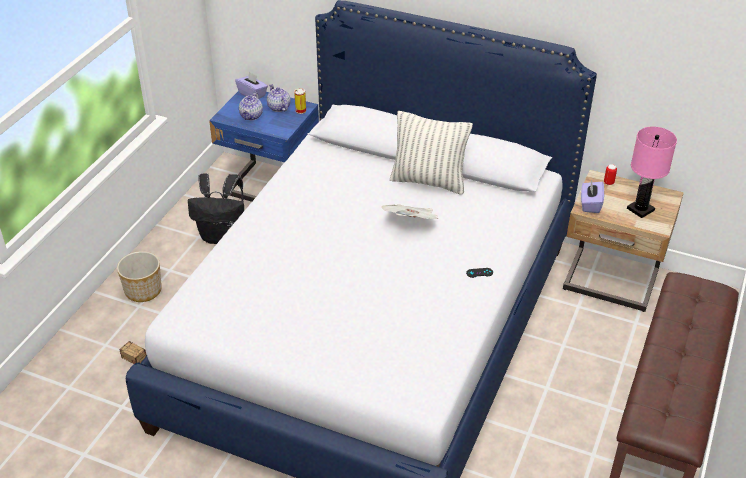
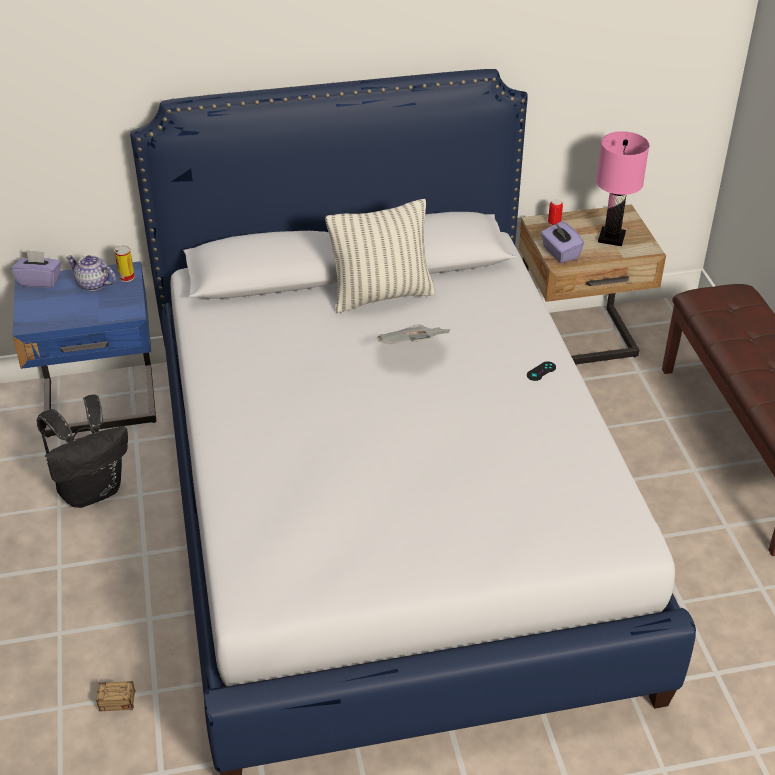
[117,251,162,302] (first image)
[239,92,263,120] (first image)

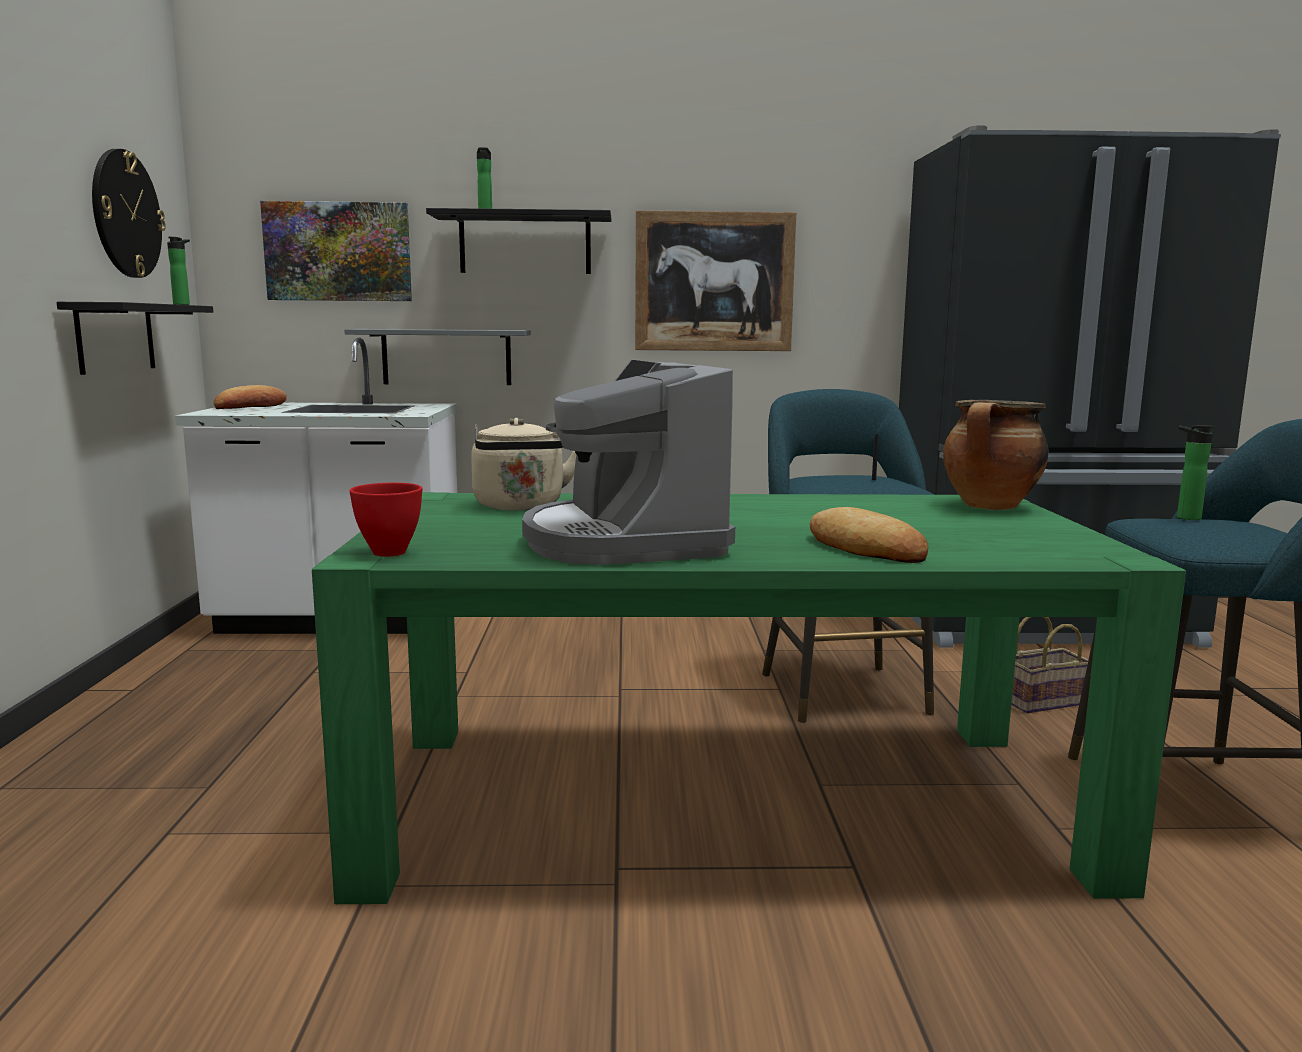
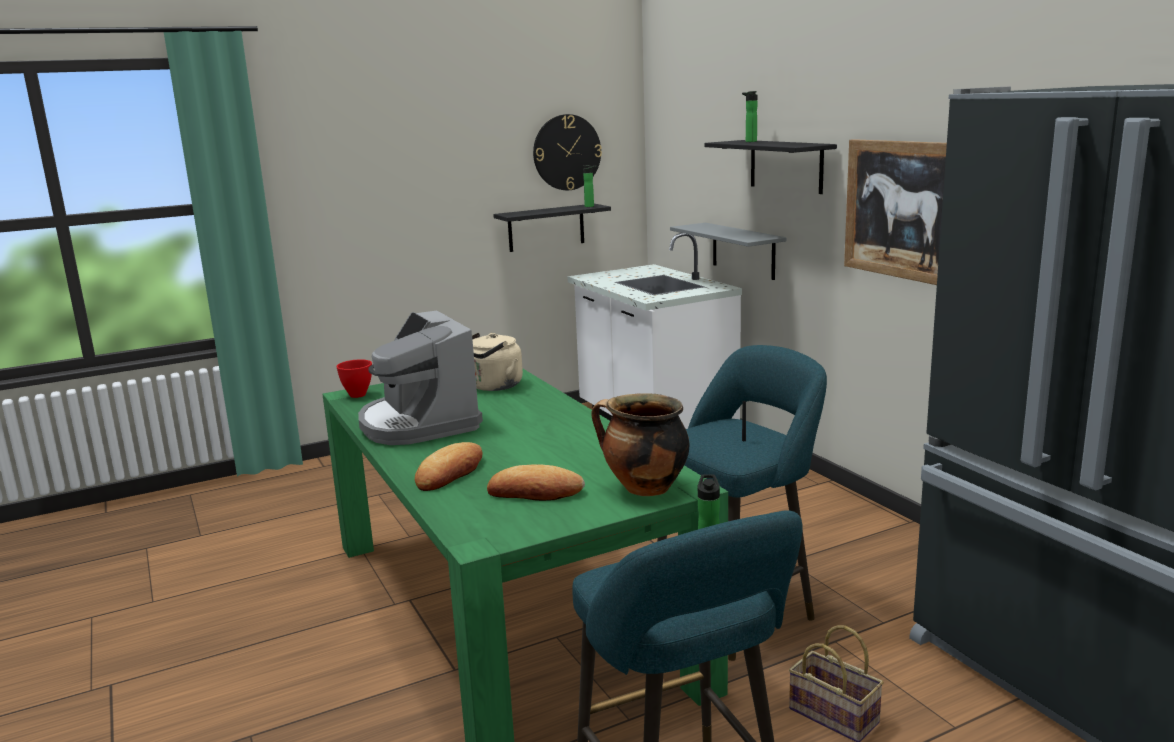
[358,310,483,445]
[487,464,585,501]
[260,201,412,301] (first image)

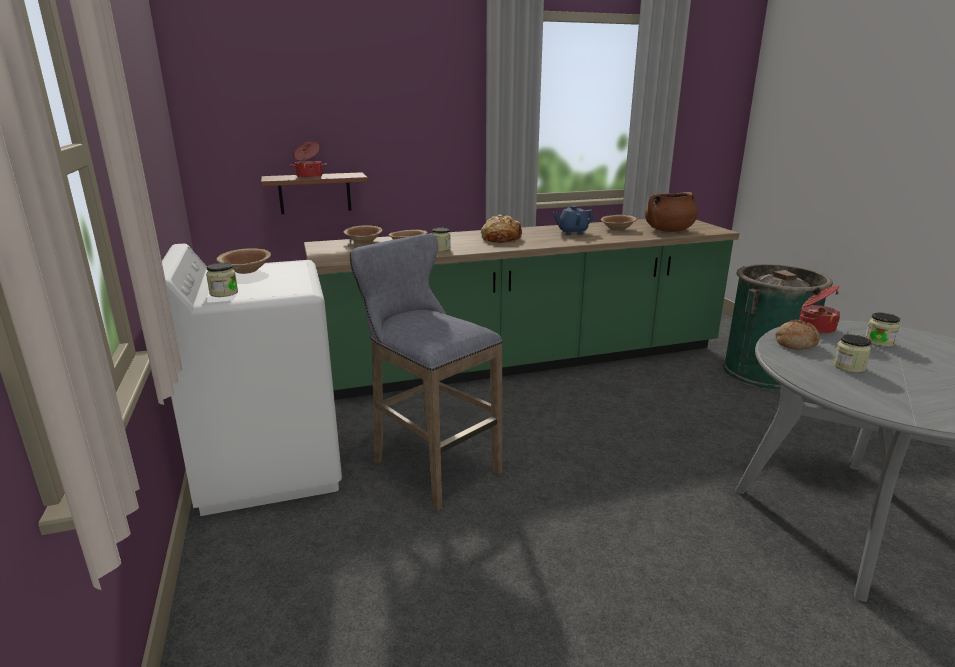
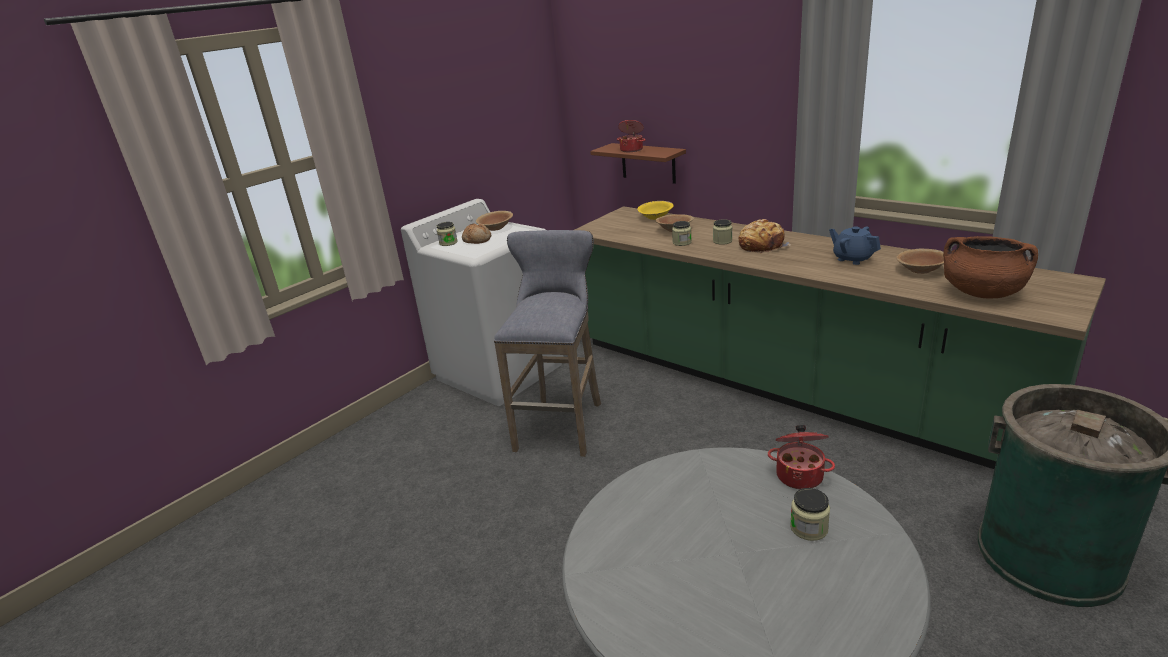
[462,223,491,244]
[637,201,674,220]
[713,219,732,245]

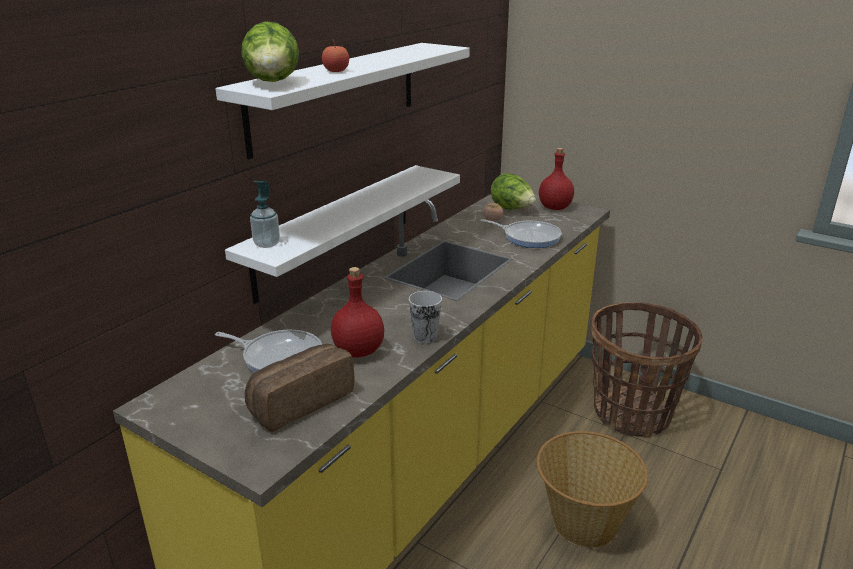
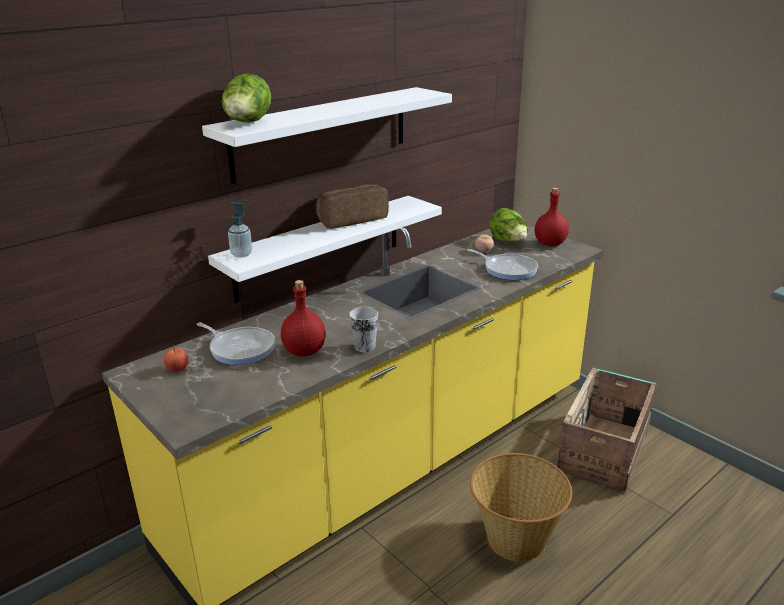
[164,345,188,372]
[316,184,389,229]
[558,367,657,492]

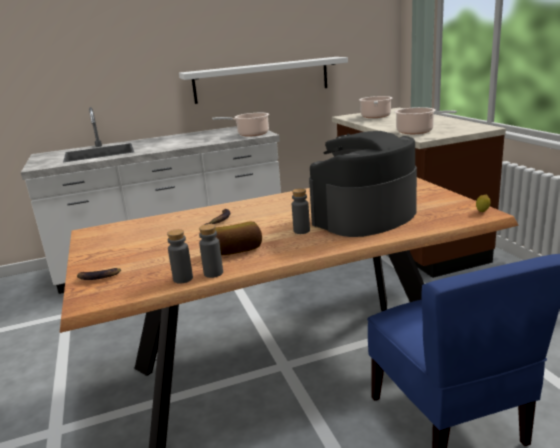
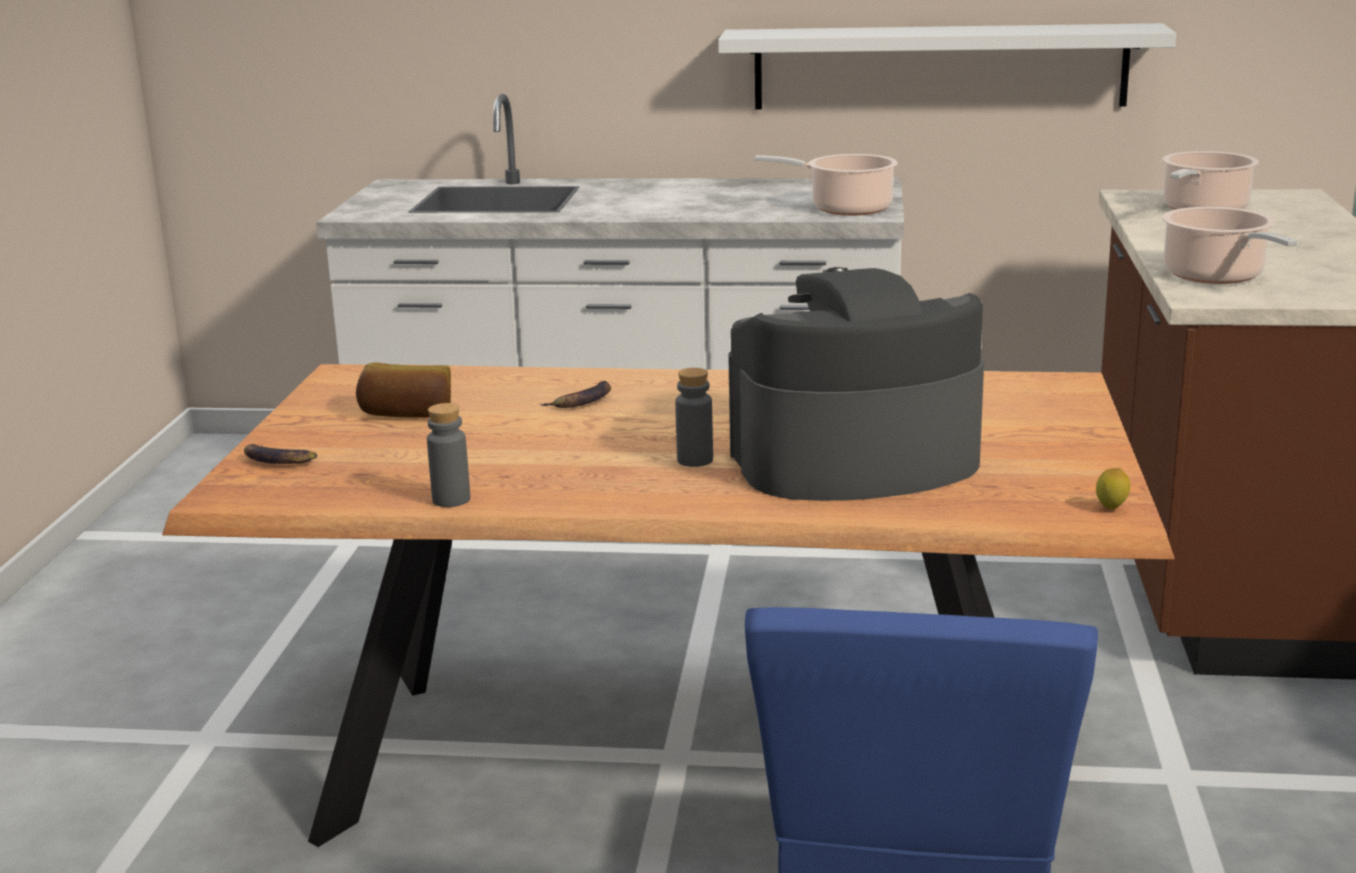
[356,363,451,418]
[167,229,193,284] (first image)

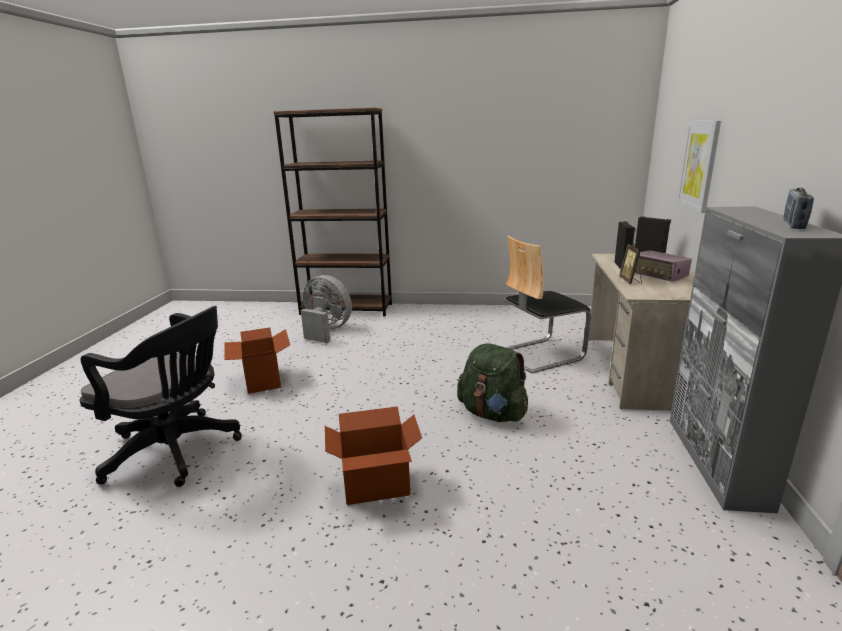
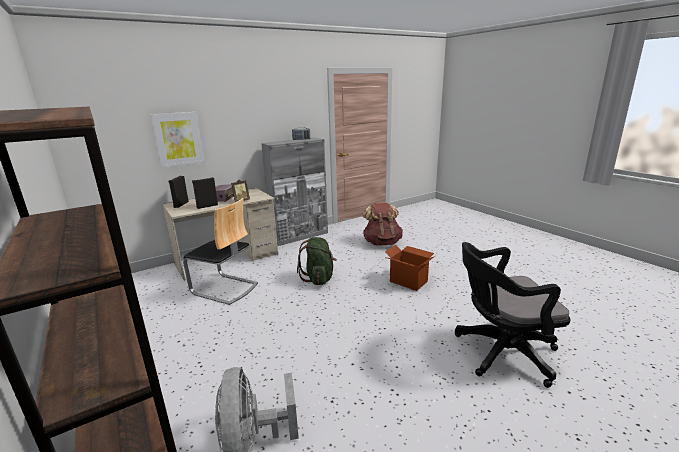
[363,203,403,246]
[455,242,571,388]
[224,327,290,394] (first image)

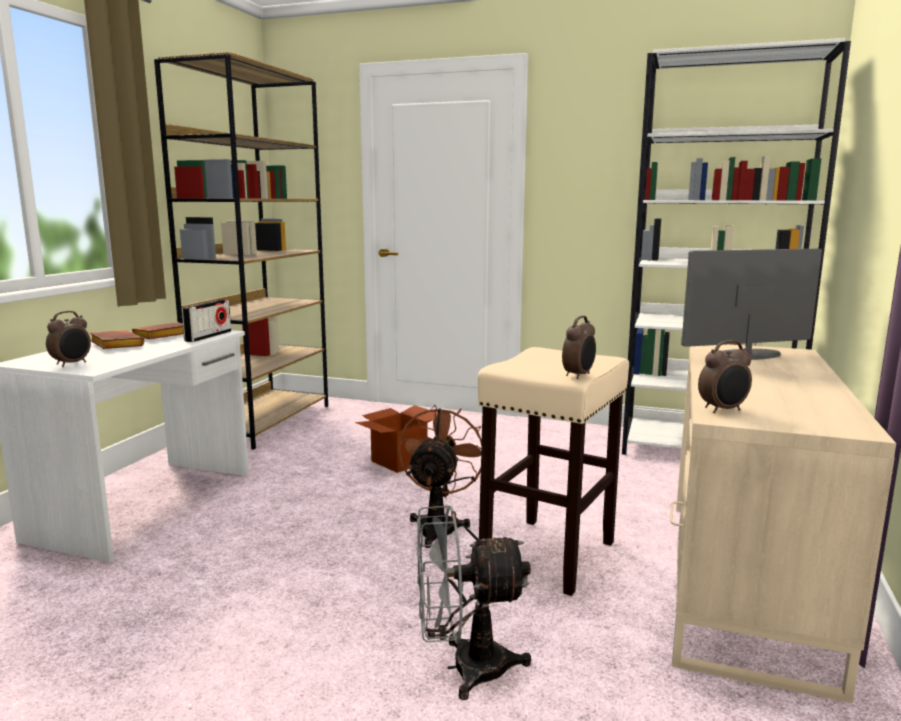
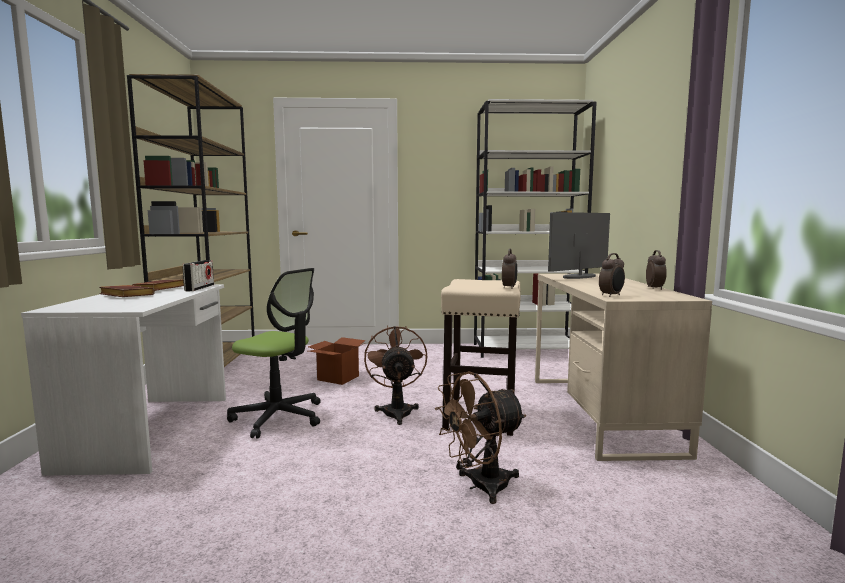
[227,268,321,438]
[435,371,526,504]
[646,250,667,290]

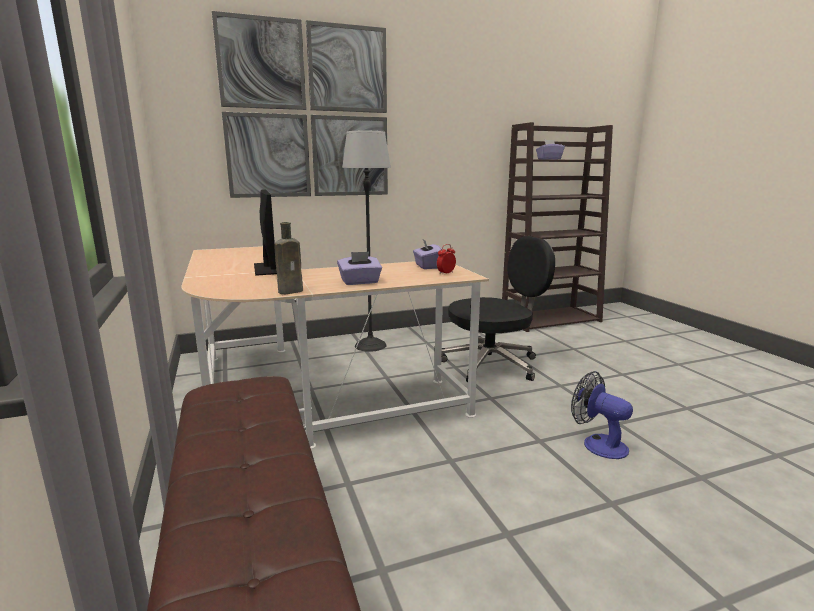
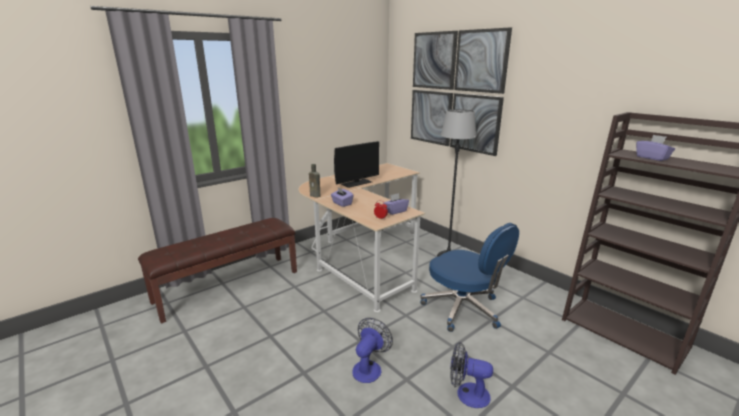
[420,223,519,332]
[450,342,493,408]

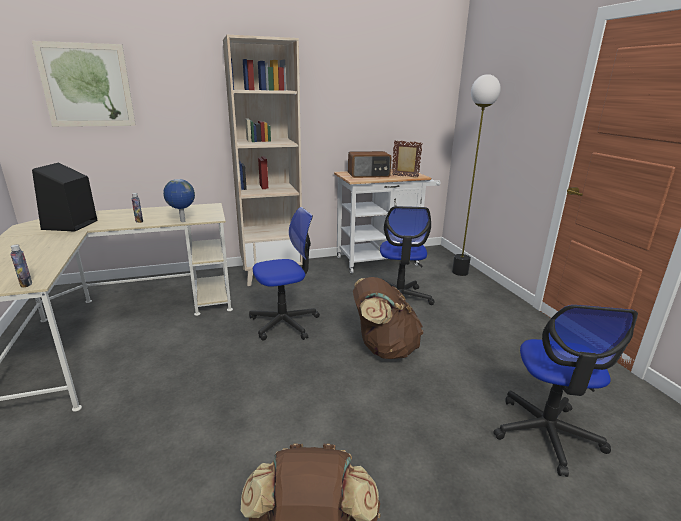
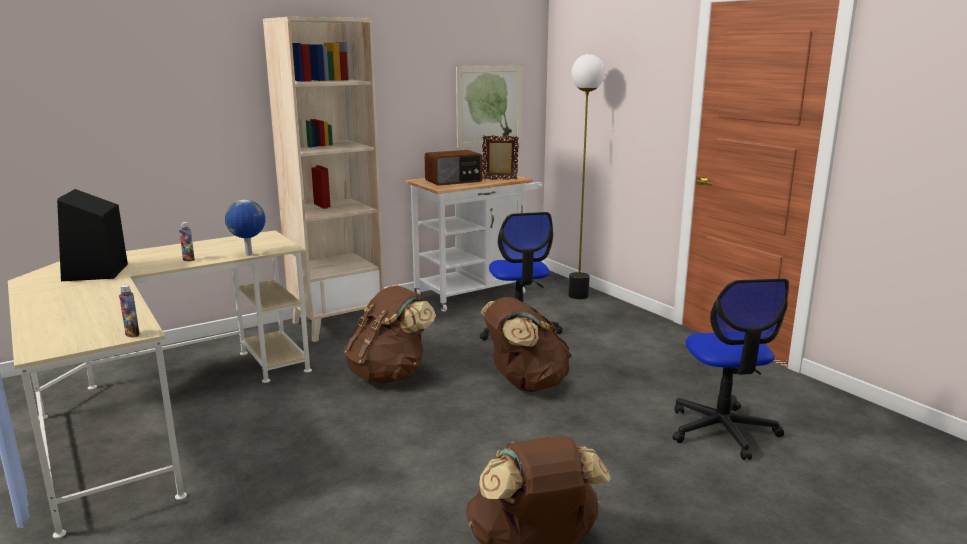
[344,285,436,383]
[456,66,523,149]

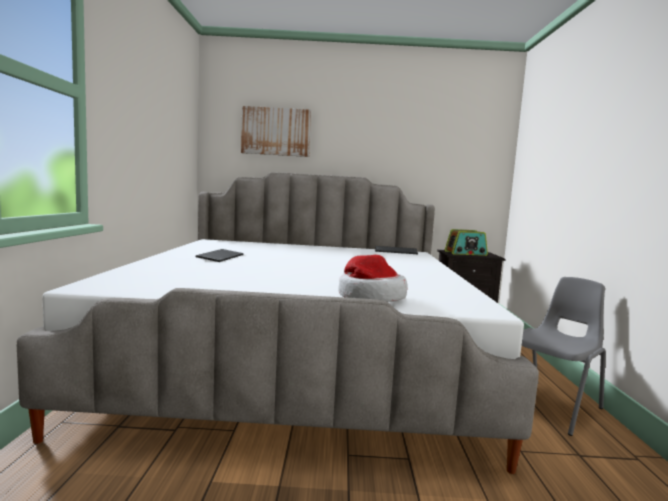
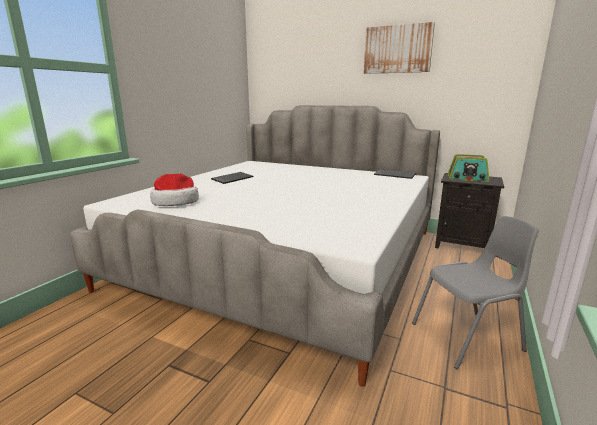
[150,173,199,206]
[364,22,435,74]

